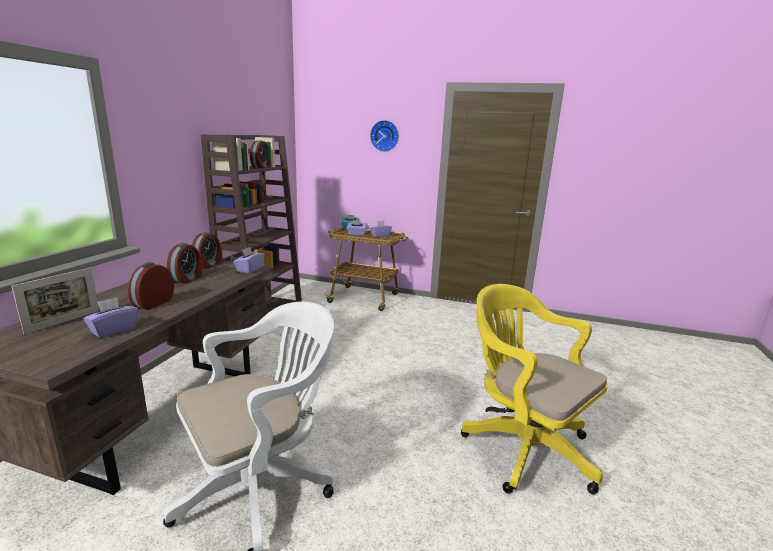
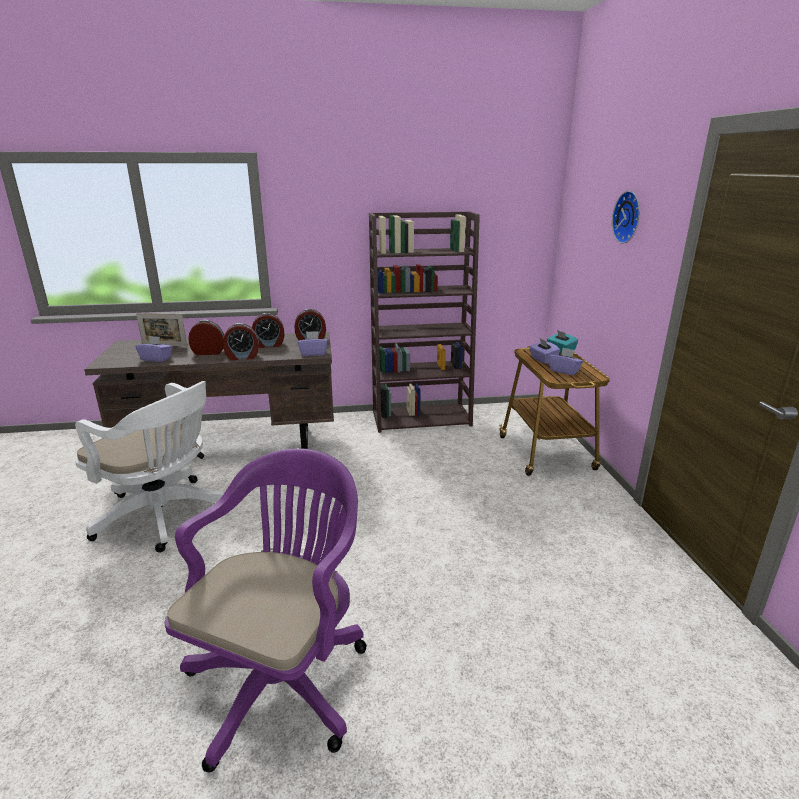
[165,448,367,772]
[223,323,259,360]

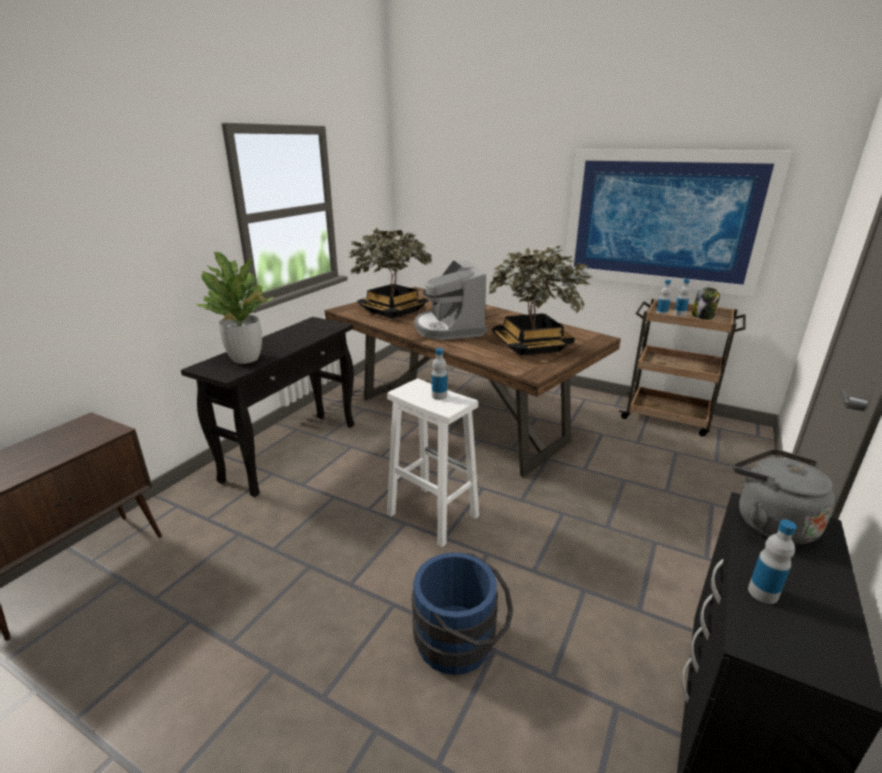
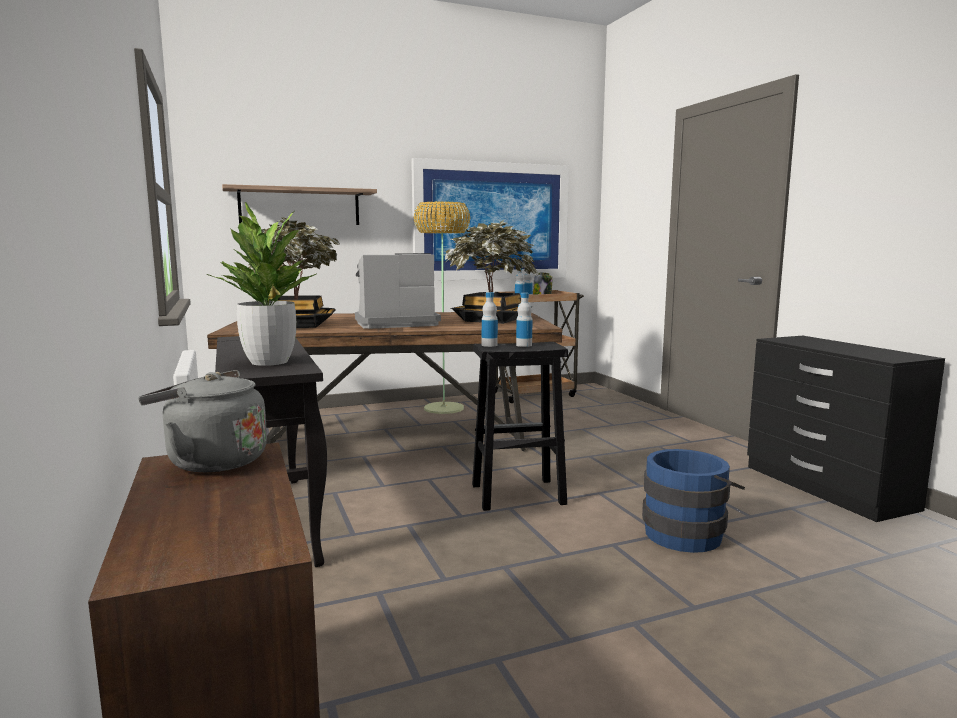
[139,370,267,472]
[222,184,377,225]
[355,253,441,329]
[413,201,470,414]
[472,342,568,511]
[482,292,498,347]

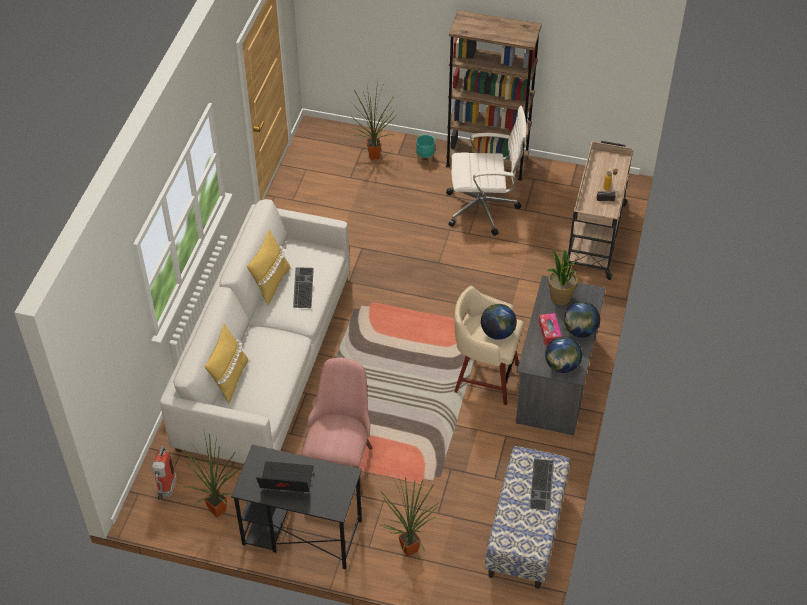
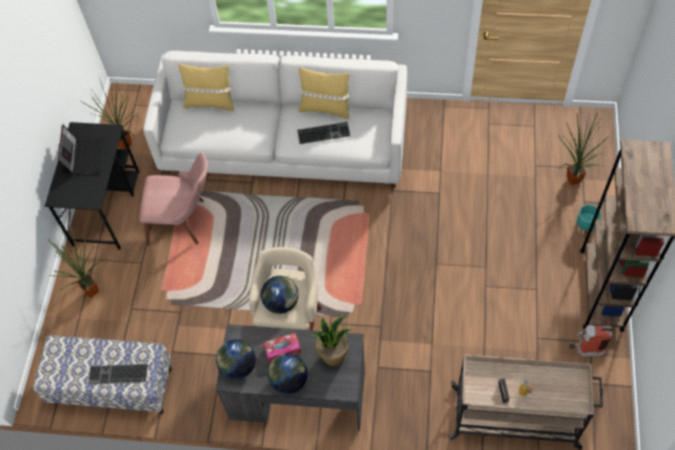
[569,325,613,356]
[446,106,527,236] (first image)

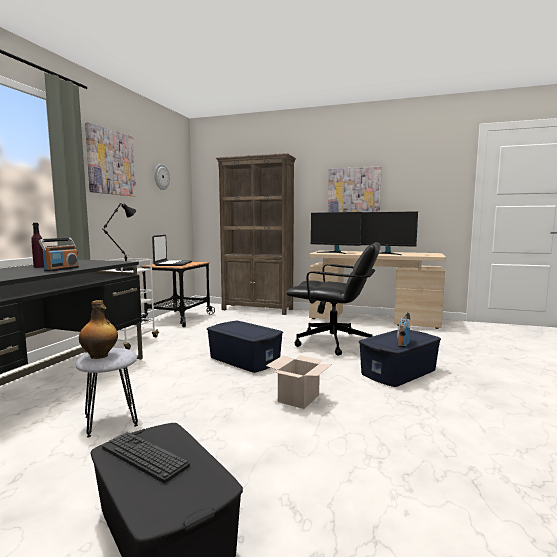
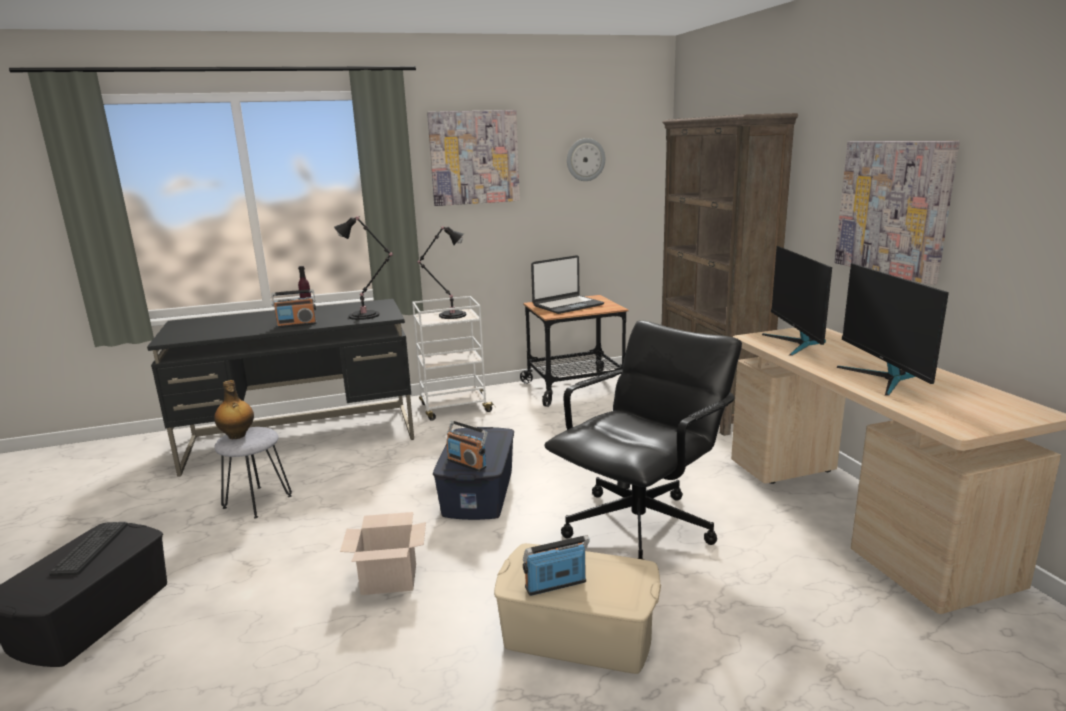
[334,216,393,320]
[446,421,488,472]
[494,543,661,674]
[544,320,742,560]

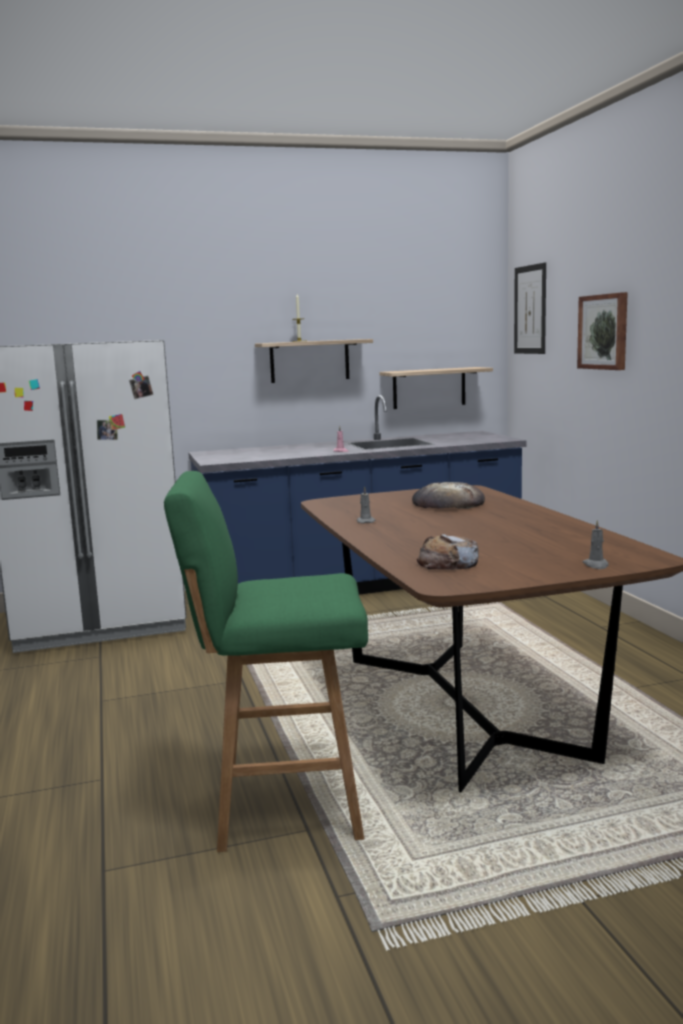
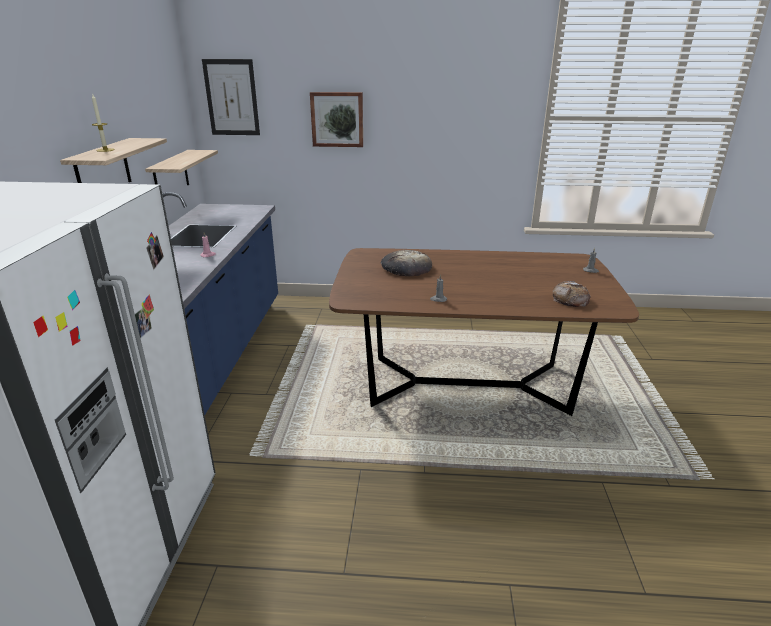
[164,471,368,852] (first image)

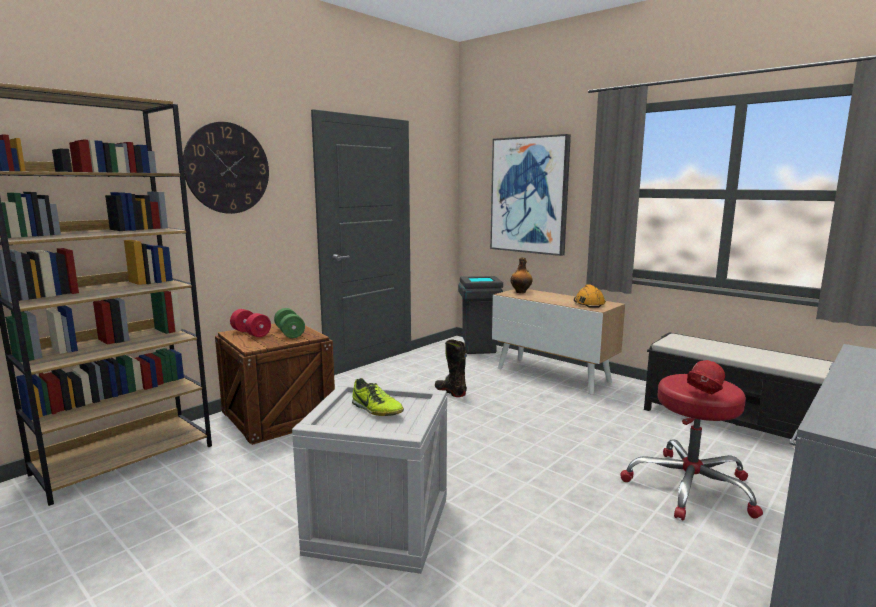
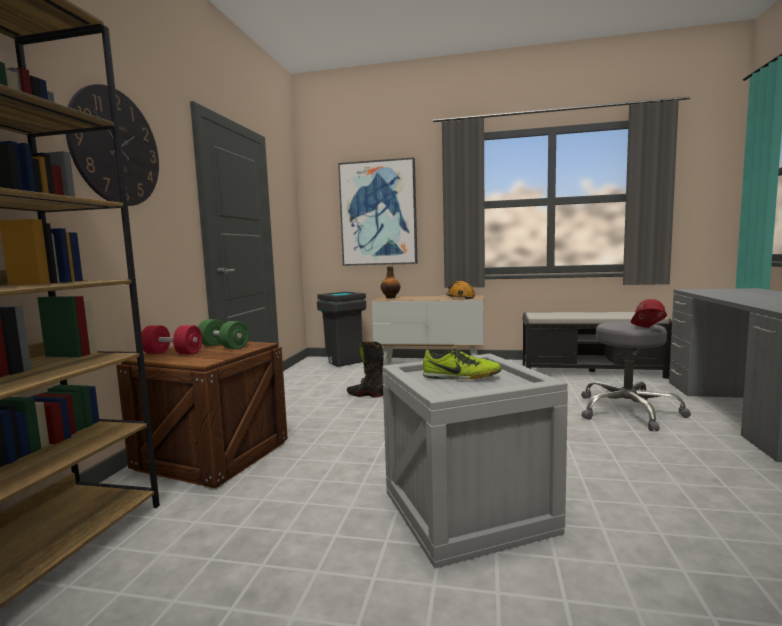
[581,321,691,431]

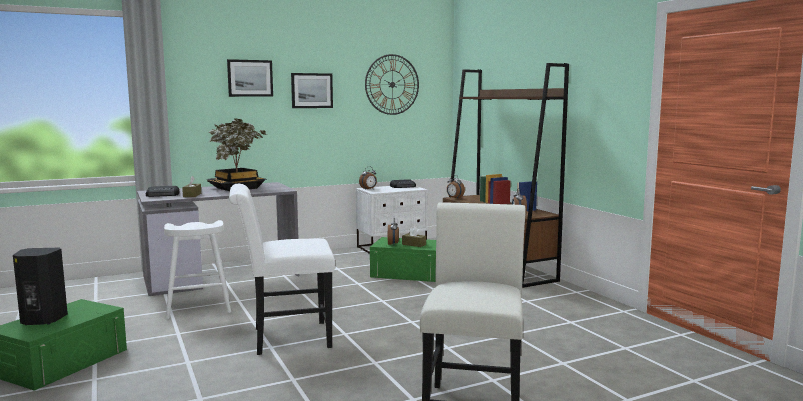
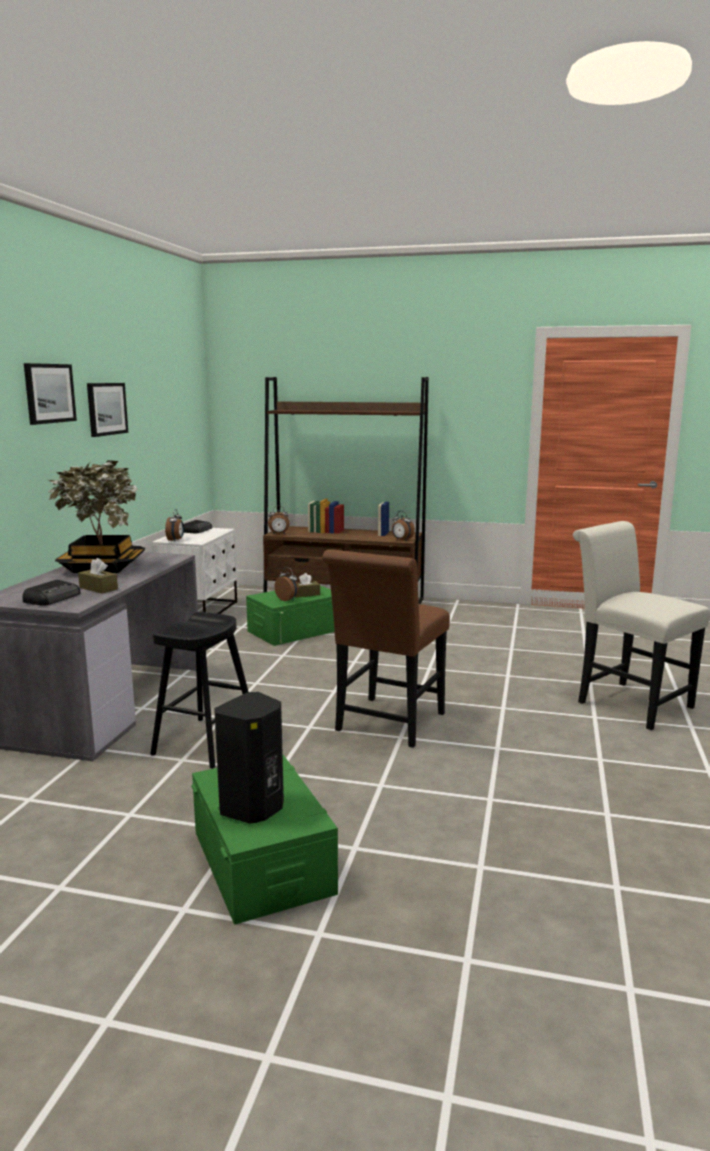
[150,612,249,768]
[322,549,450,748]
[365,54,419,115] (first image)

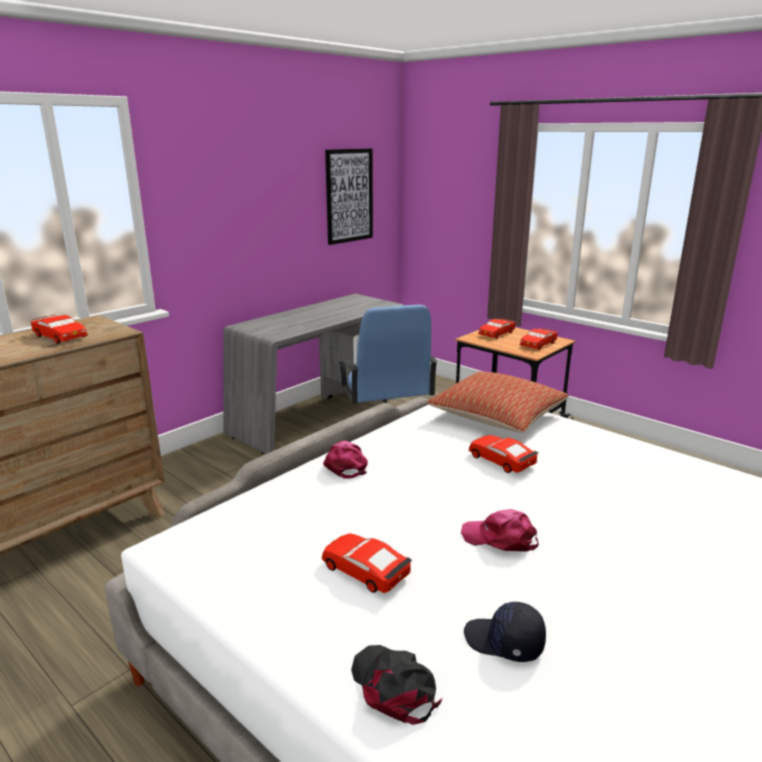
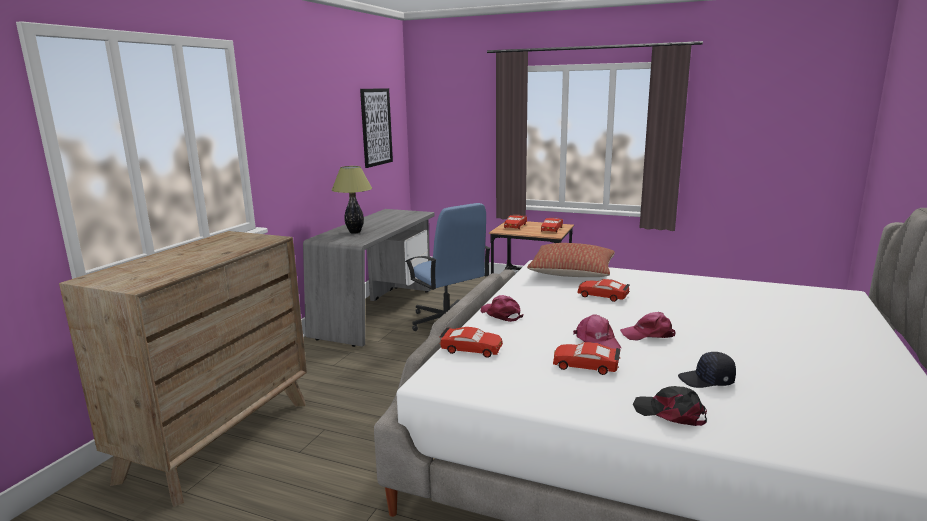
[331,166,372,234]
[440,327,503,358]
[573,314,621,349]

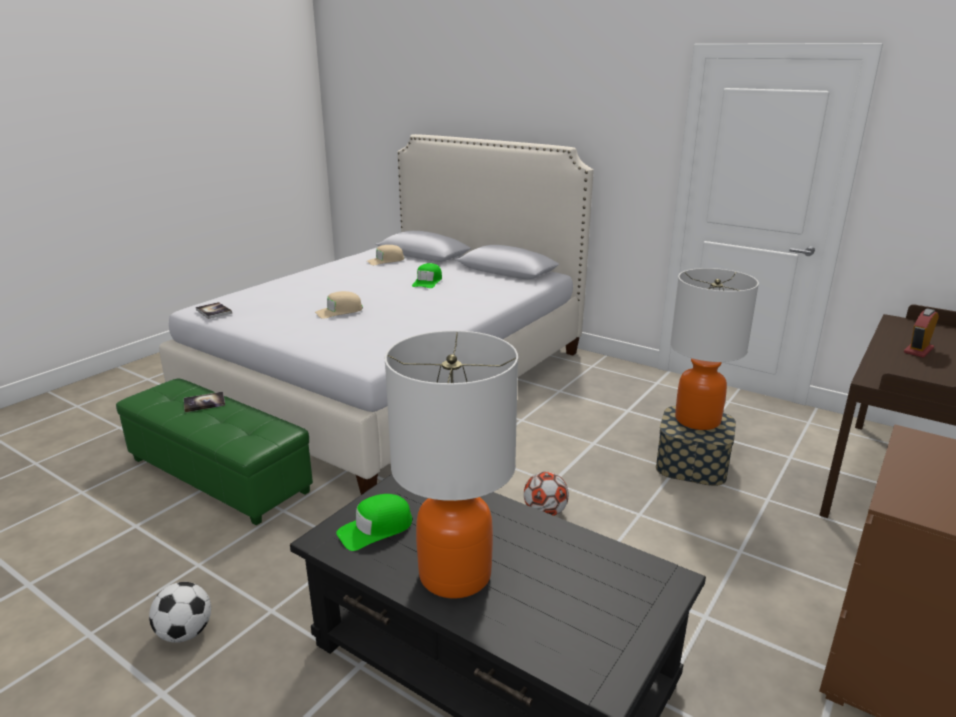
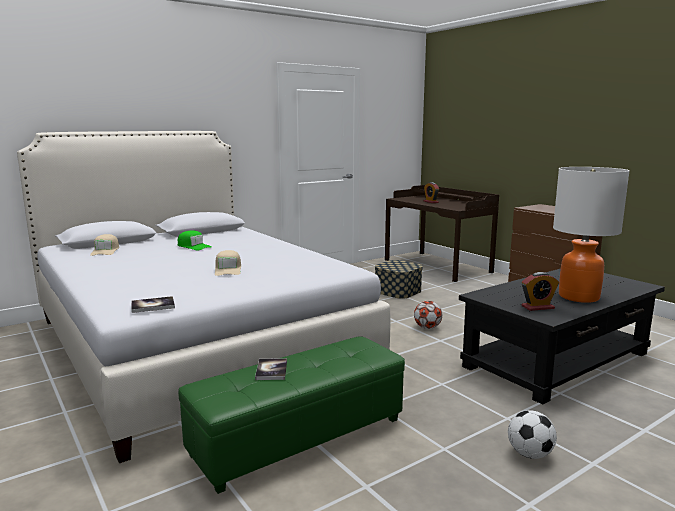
[522,272,559,311]
[670,268,759,430] (first image)

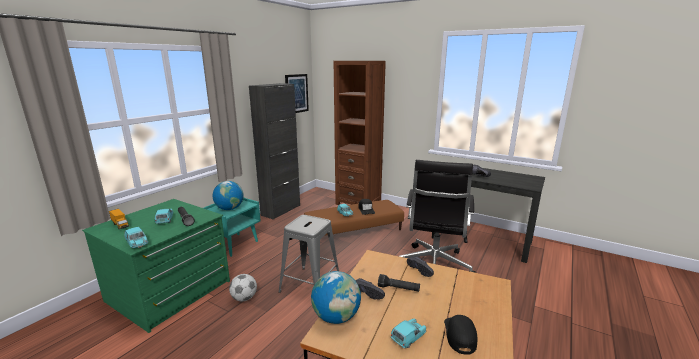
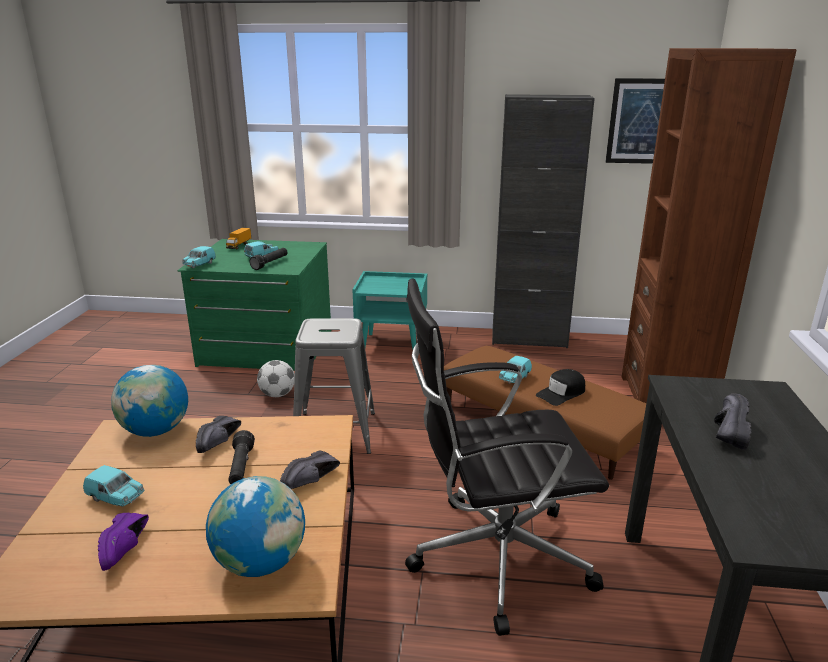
[98,513,149,571]
[206,476,305,577]

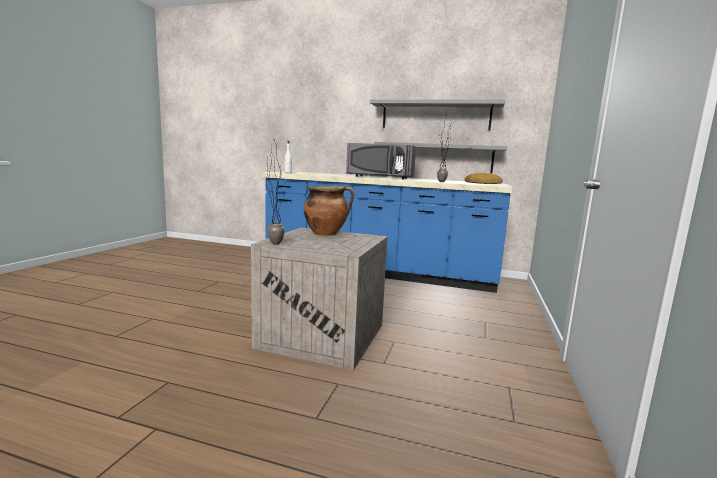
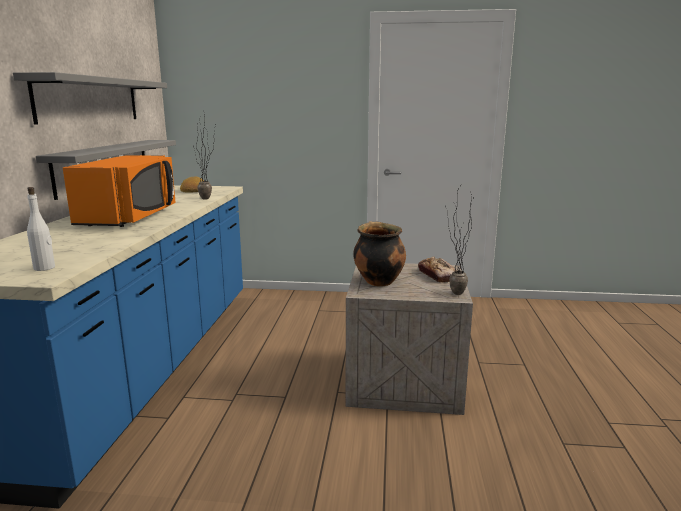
[63,155,176,227]
[418,257,455,283]

